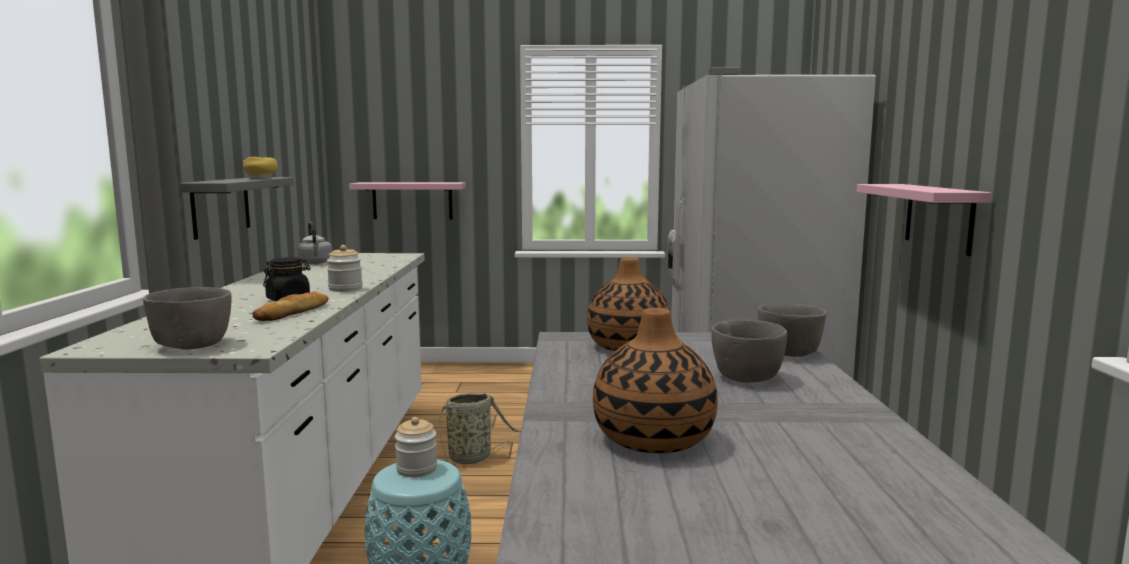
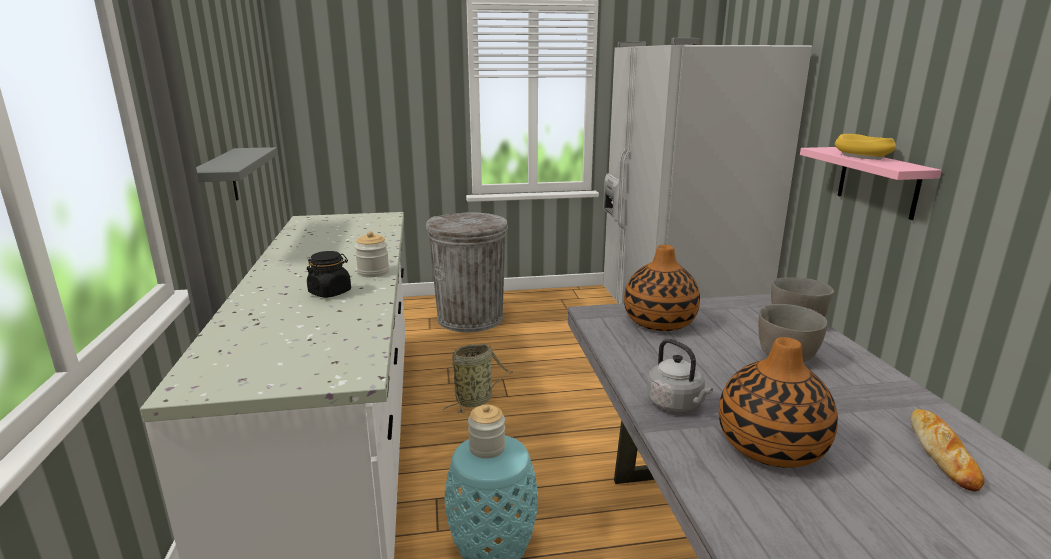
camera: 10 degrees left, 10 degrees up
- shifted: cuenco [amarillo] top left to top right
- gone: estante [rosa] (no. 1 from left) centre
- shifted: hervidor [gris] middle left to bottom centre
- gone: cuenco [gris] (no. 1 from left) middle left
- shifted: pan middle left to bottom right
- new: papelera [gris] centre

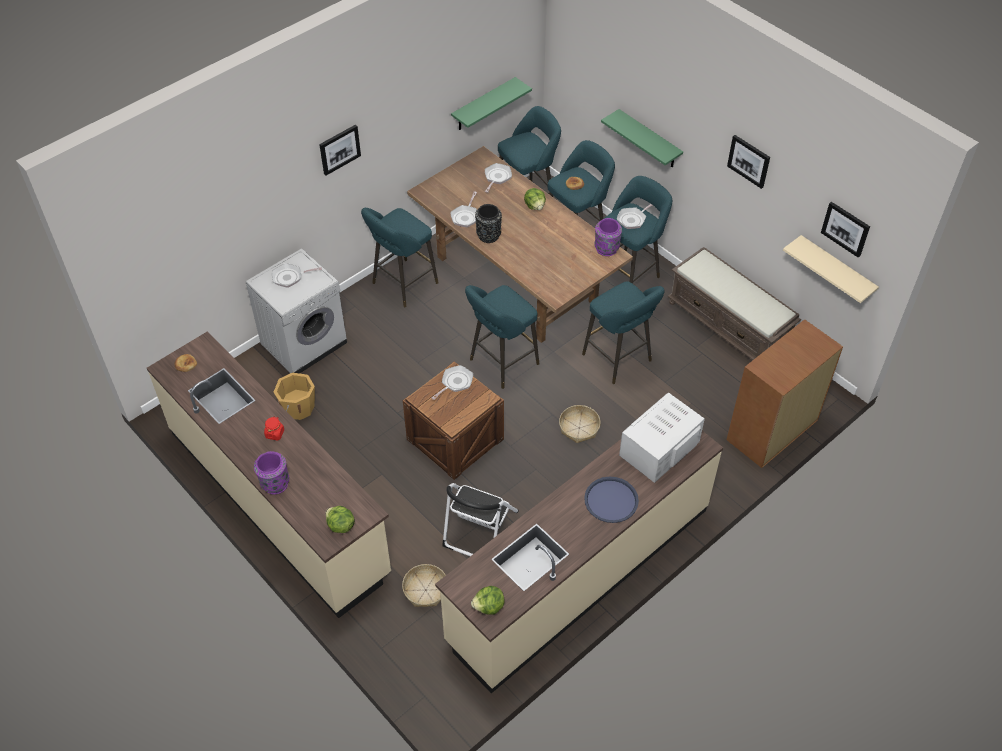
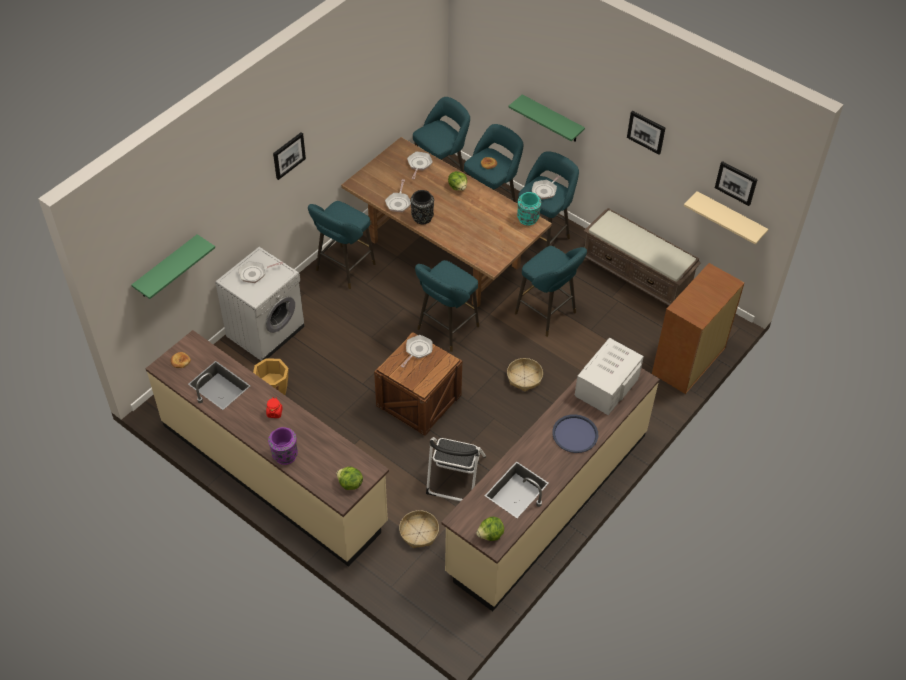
camera: 10 degrees left, 0 degrees up
- shifted: estante [verde] (no. 1 from left) top centre to middle left
- repainted: florero [morado] (no. 2 from left) top centre to florero [turquesa] top centre

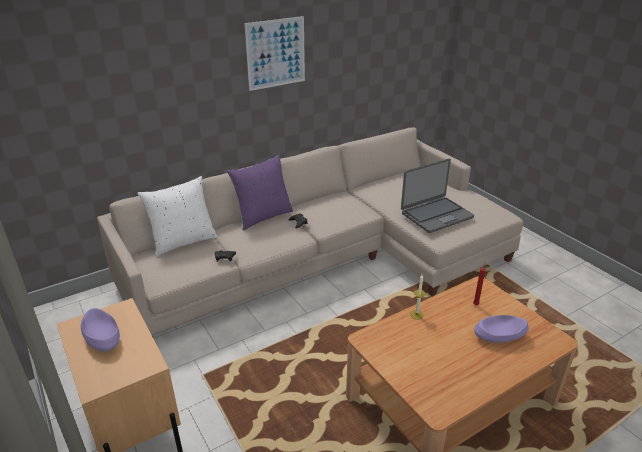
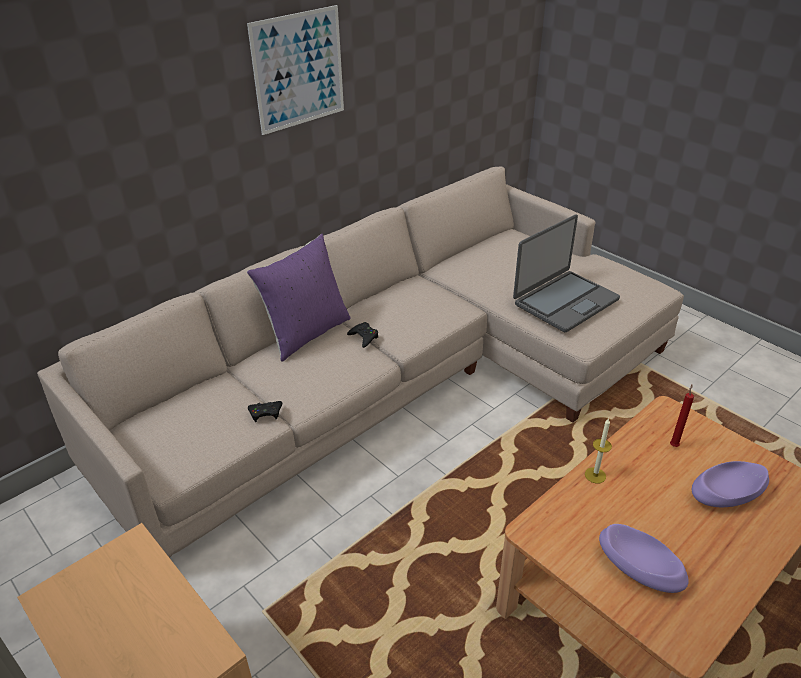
camera: 10 degrees left, 5 degrees up
- gone: cojín [blanco] middle left
- shifted: cuenco [morado] (no. 1 from left) bottom left to bottom right

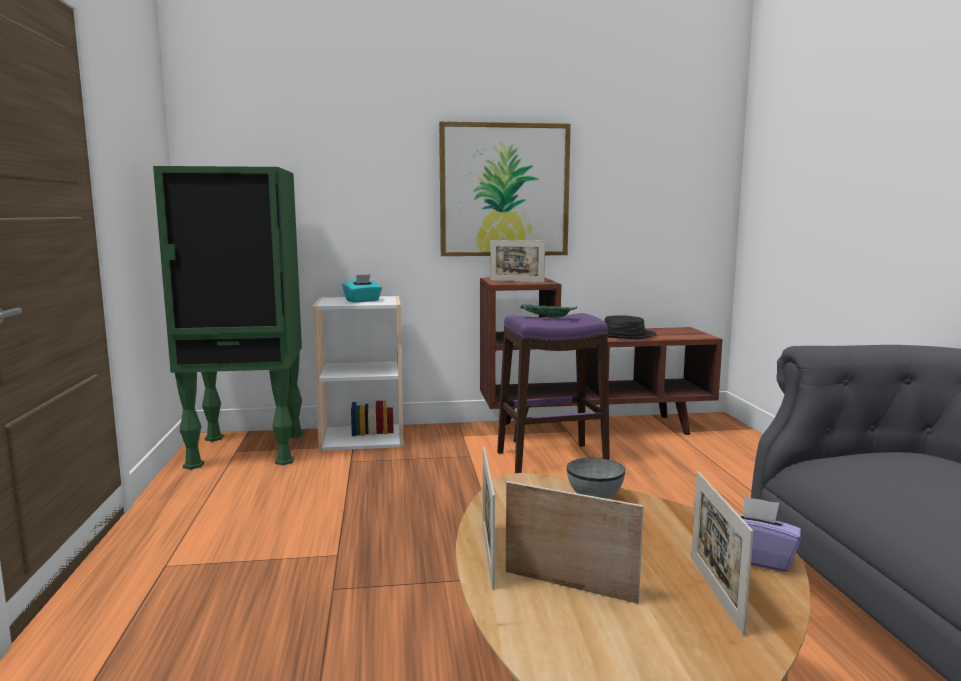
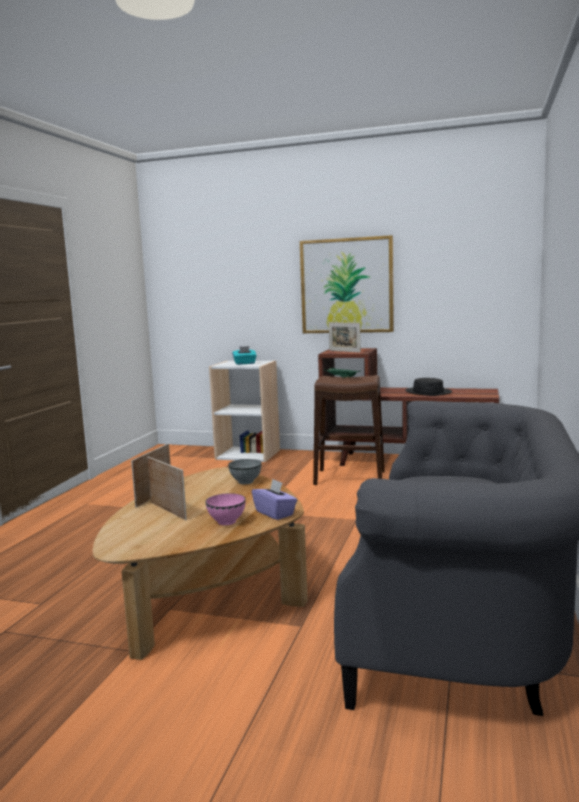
camera: 25 degrees right, 0 degrees up
- gone: armario [verde] middle left
- repainted: taburete [morado] centre to taburete [marrón] centre
- swapped: portarretratos (no. 4 from left) bottom right to cuenco [rosa] centre

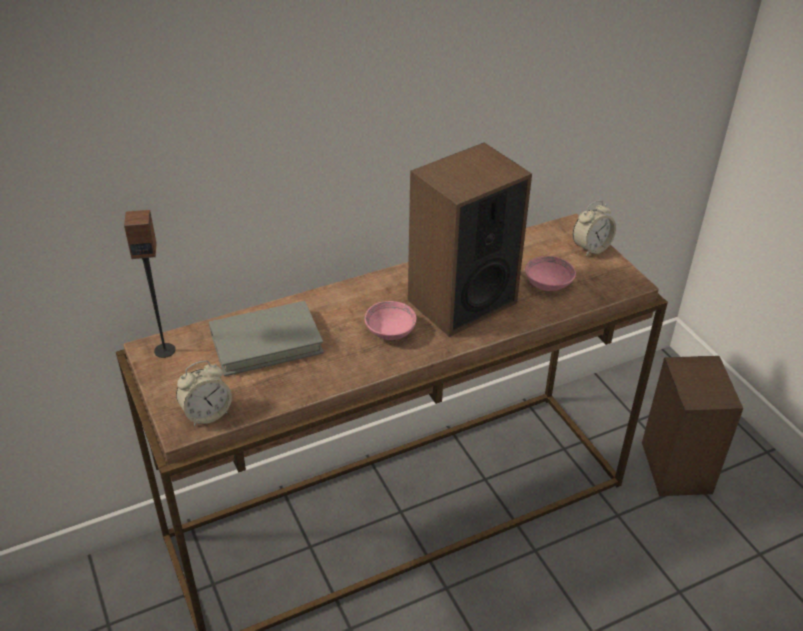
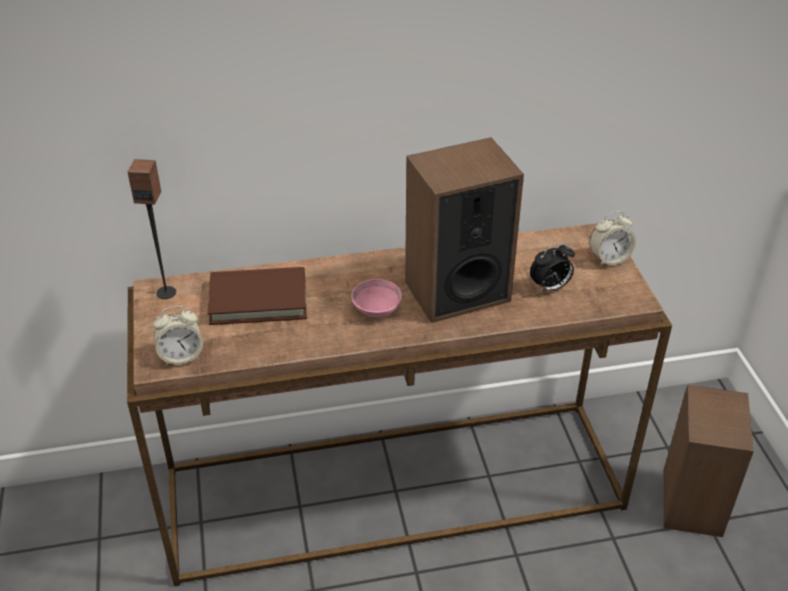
camera: 15 degrees right, 0 degrees up
- swapped: cuenco [rosa] (no. 2 from left) middle right to despertador (no. 2 from left) middle right
- repainted: libro [gris] middle left to libro [marrón] middle left

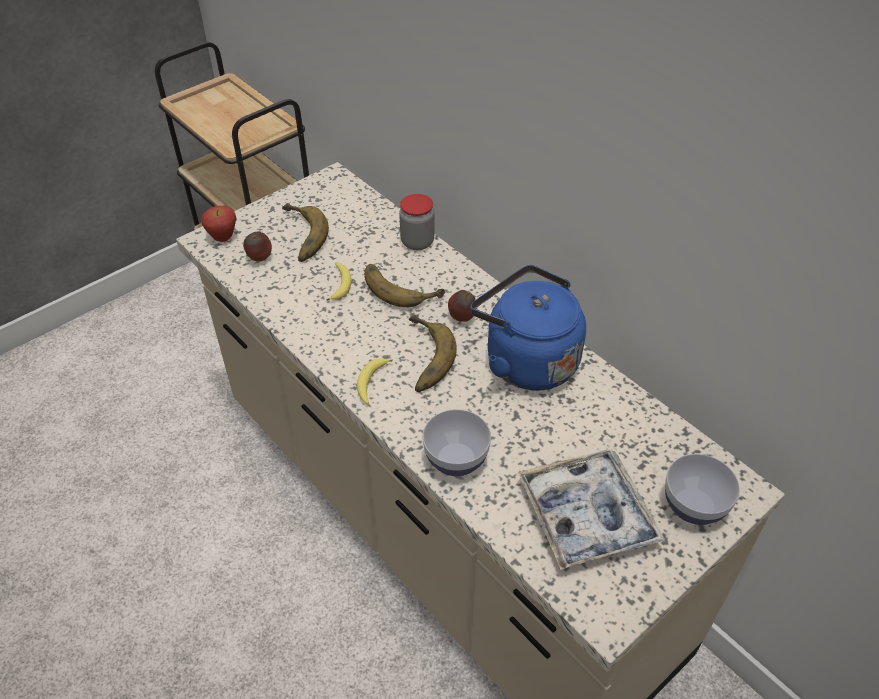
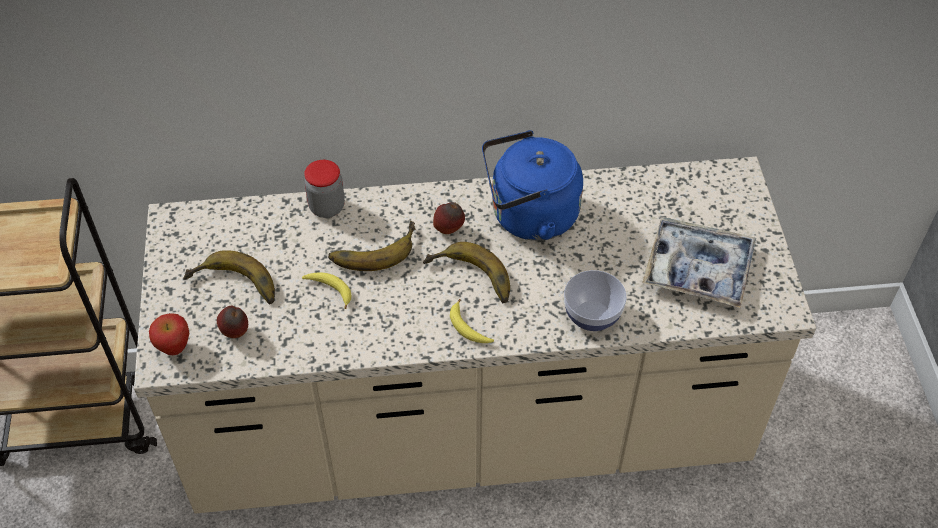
camera: 55 degrees left, 5 degrees up
- gone: cuenco (no. 2 from left) bottom right

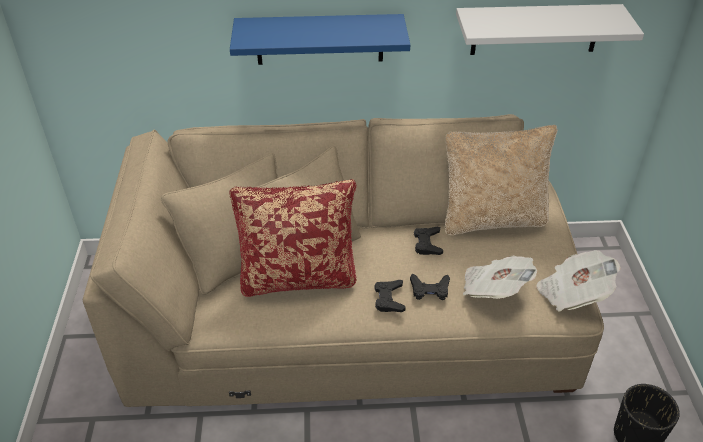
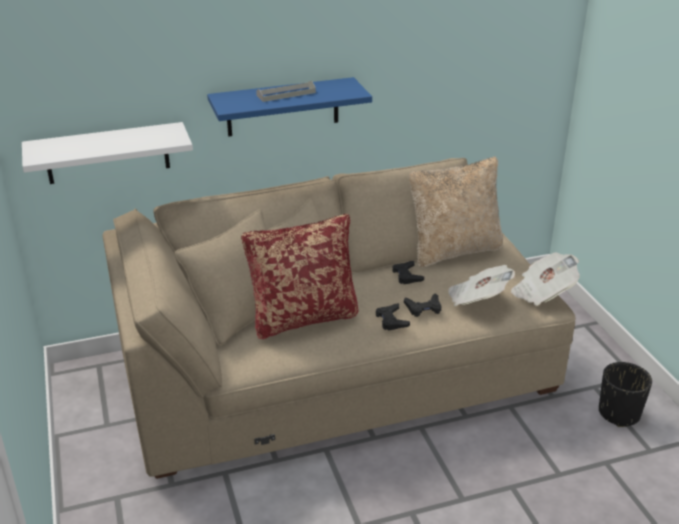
camera: 15 degrees left, 10 degrees down
- shifted: estante [blanco] top right to top left
- new: bandeja [gris] top centre

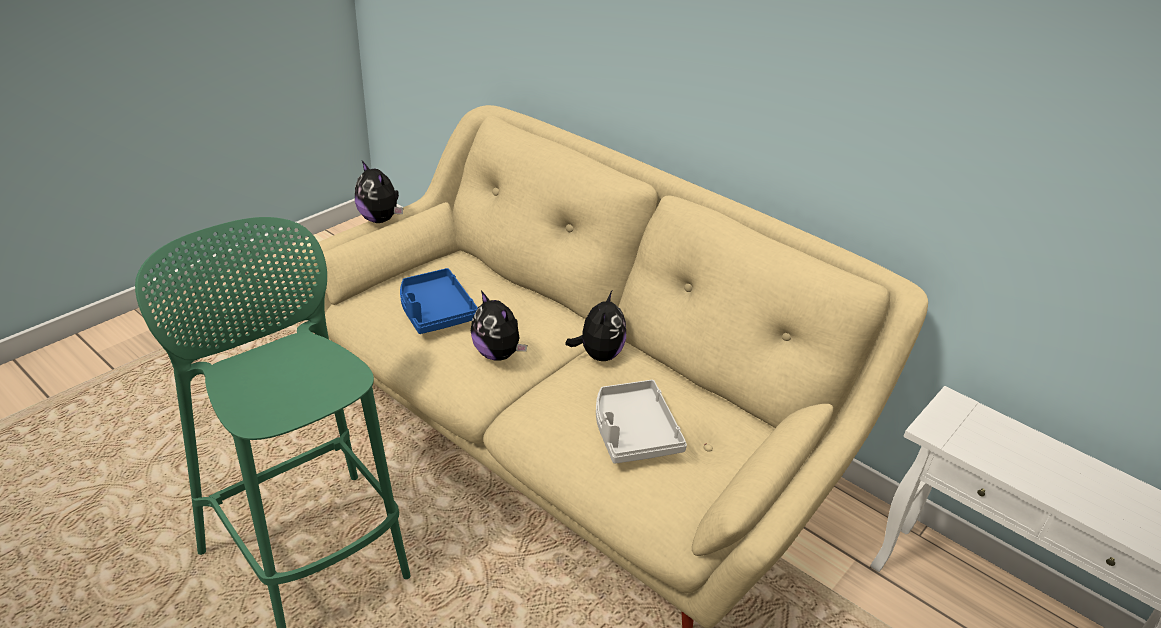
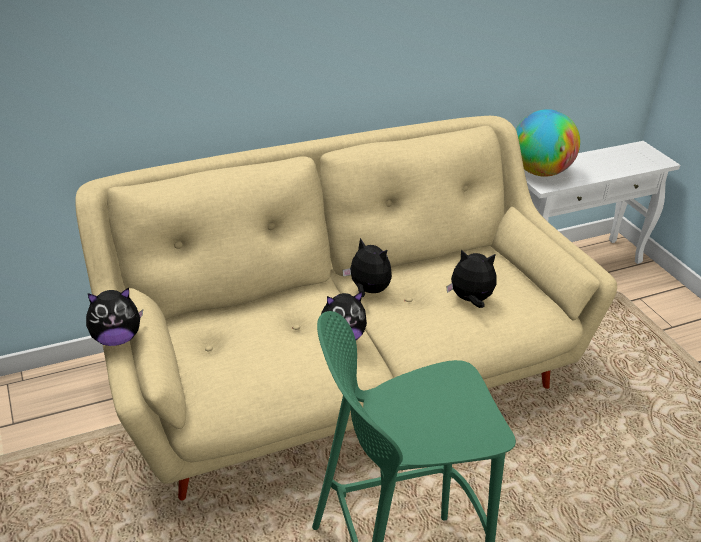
camera: 65 degrees left, 0 degrees up
- gone: bandeja [azul] centre
- swapped: bandeja [gris] bottom centre to peluche (no. 4 from left) middle right
- new: globo terráqueo top right

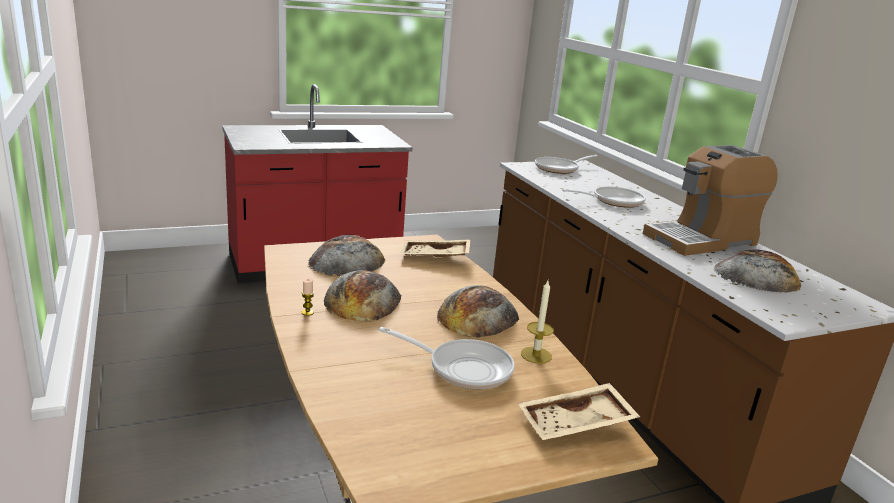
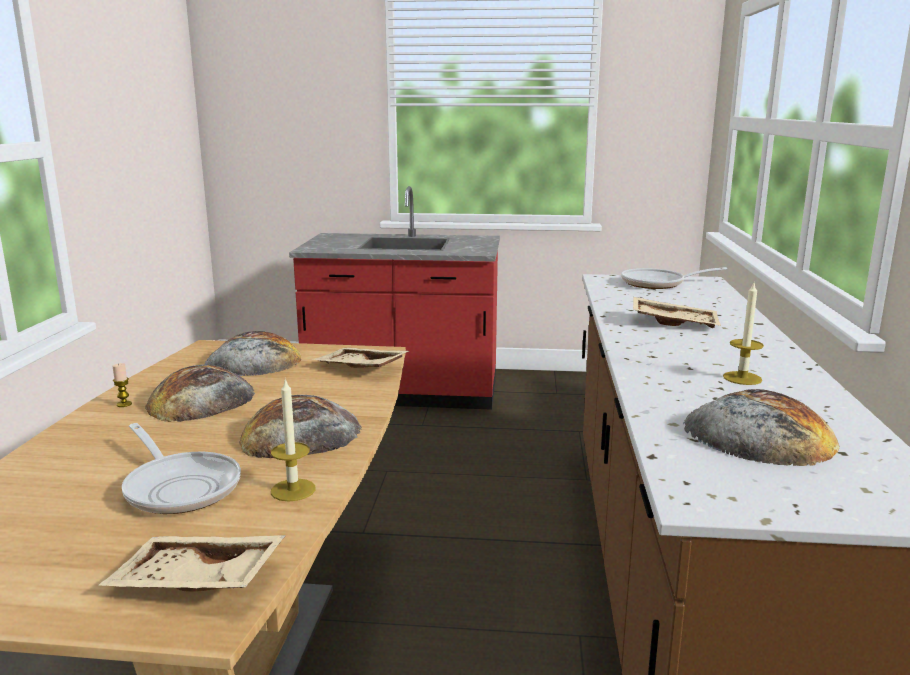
camera: 30 degrees right, 5 degrees down
- swapped: cafetera middle right to vela (no. 3 from left) middle right
- swapped: sartén (no. 3 from left) middle right to bandeja [beis] (no. 3 from left) middle right

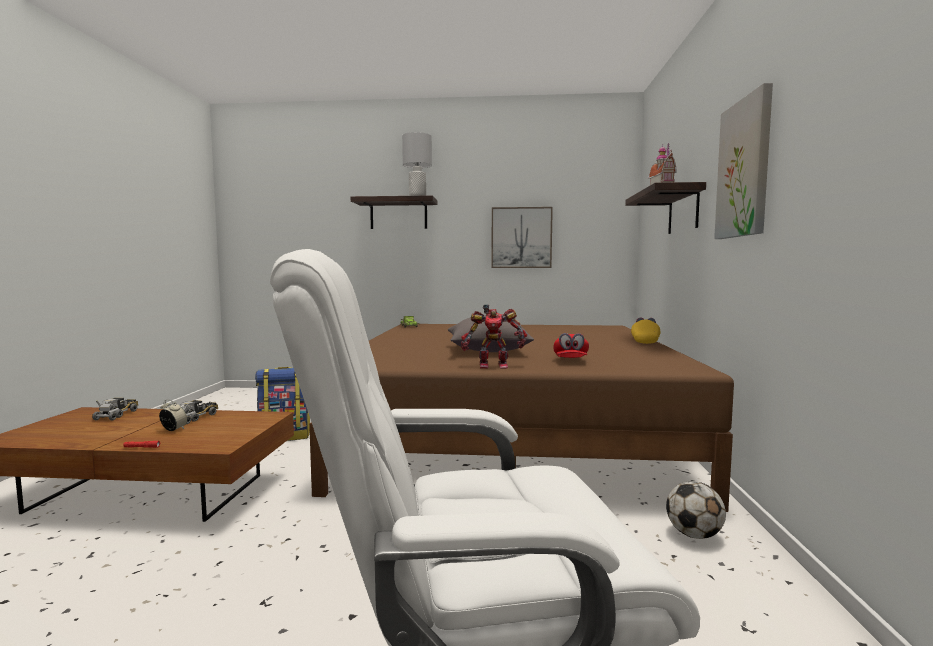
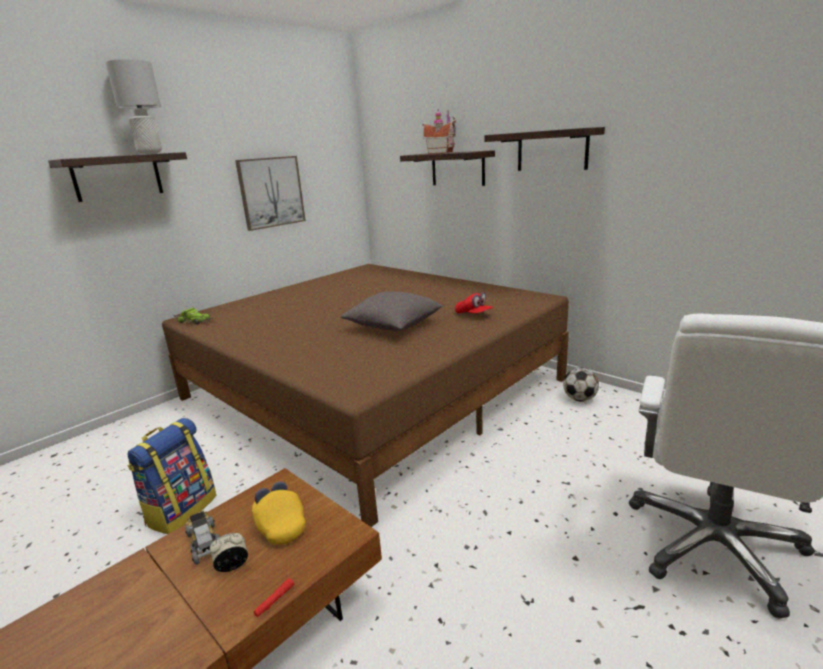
camera: 50 degrees left, 15 degrees up
- swapped: cuadro (no. 2 from left) top right to estante (no. 3 from left) top centre
- gone: robot de juguete centre
- shifted: gorra [amarillo] middle right to bottom centre
- gone: camión de juguete (no. 1 from left) middle left

